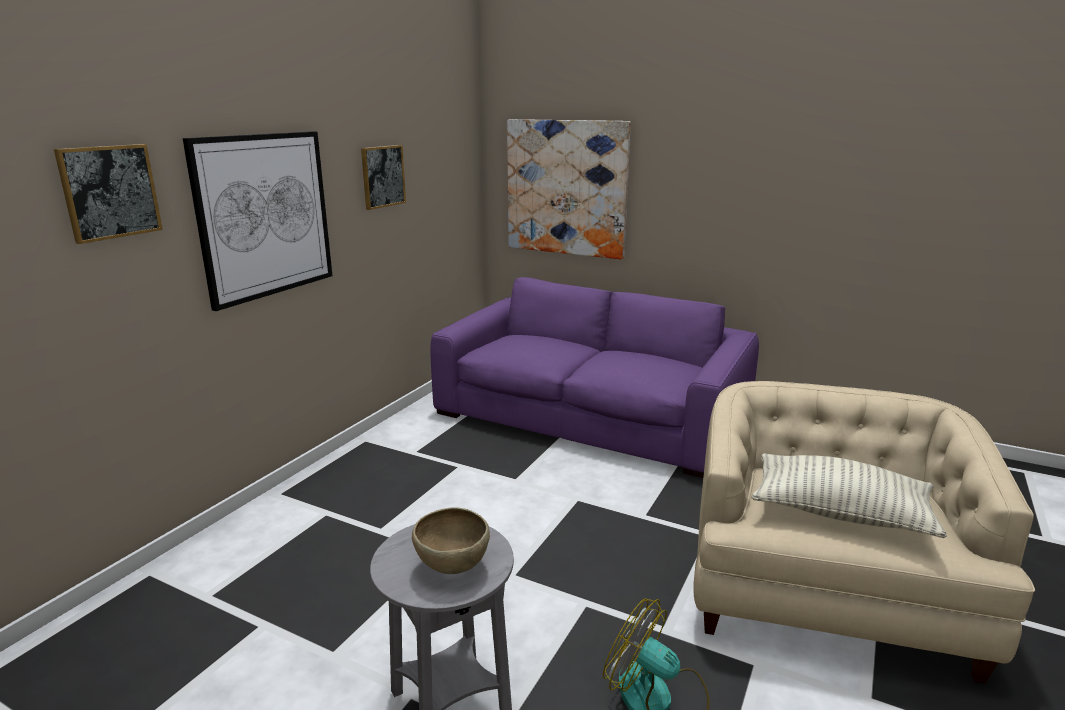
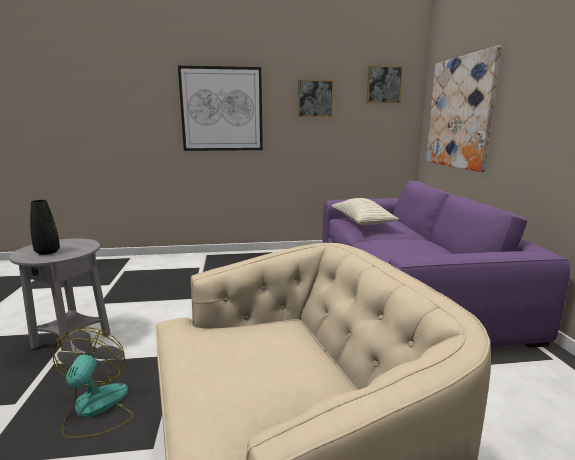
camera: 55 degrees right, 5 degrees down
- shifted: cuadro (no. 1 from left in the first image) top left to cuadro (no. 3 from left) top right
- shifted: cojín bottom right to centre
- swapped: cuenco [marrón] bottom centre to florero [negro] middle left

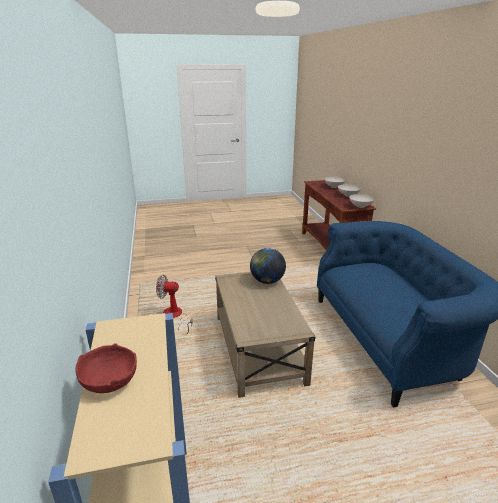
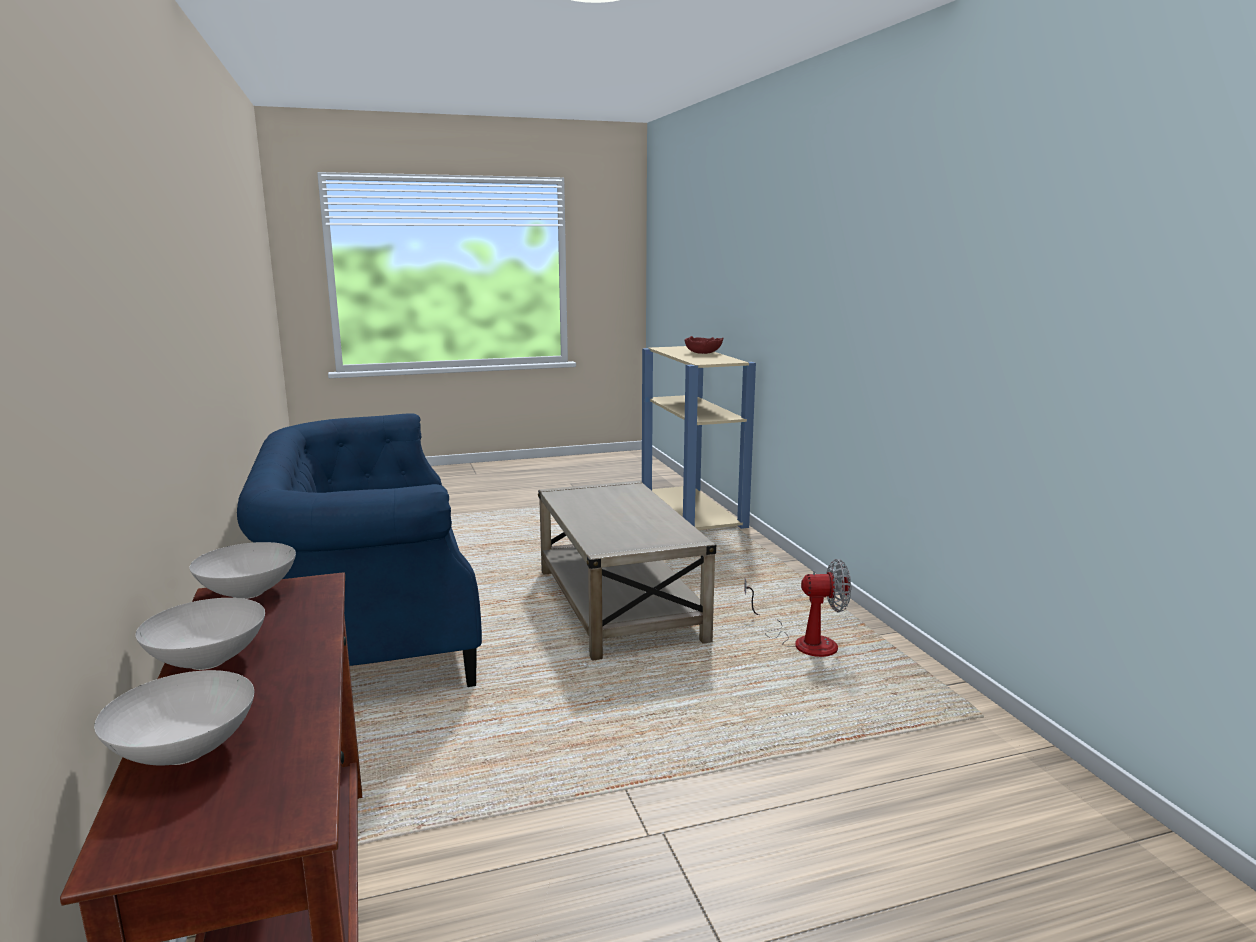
camera: 175 degrees right, 10 degrees down
- gone: globo terráqueo centre

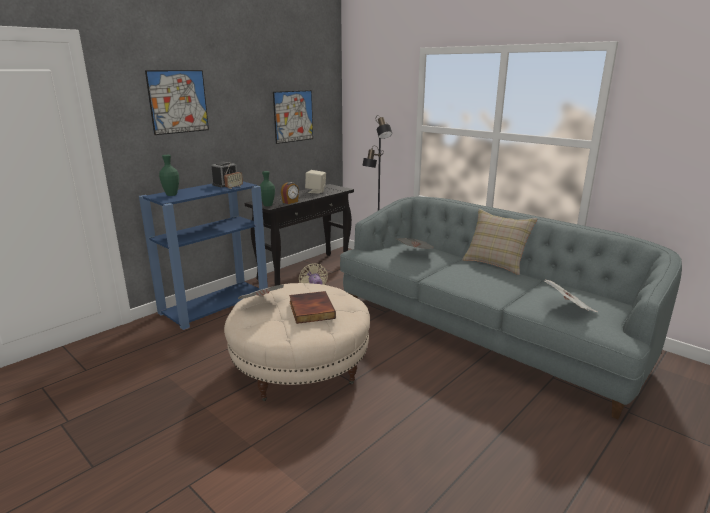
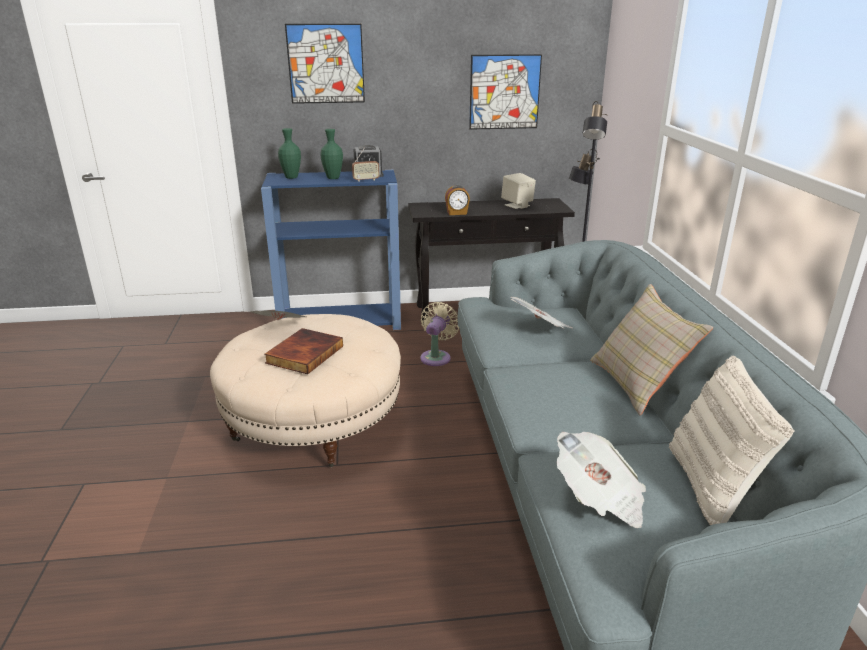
camera: 40 degrees right, 5 degrees up
- shifted: florero [verde] (no. 2 from left) centre to top centre
- new: cojín [beis] (no. 2 from left) bottom right

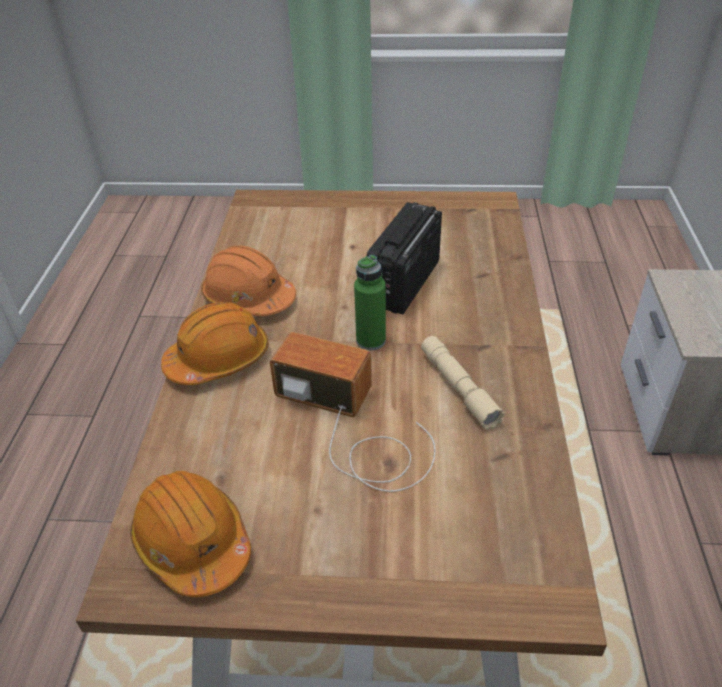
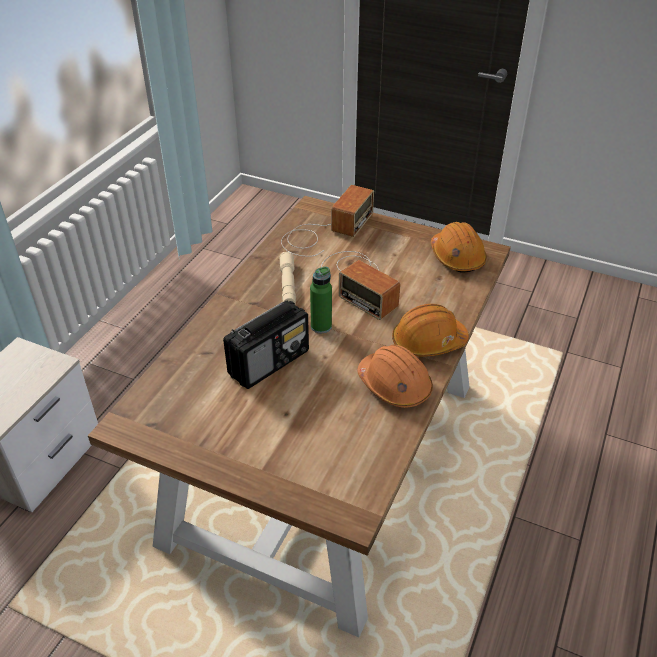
camera: 160 degrees left, 0 degrees up
- new: radio (no. 2 from left) centre

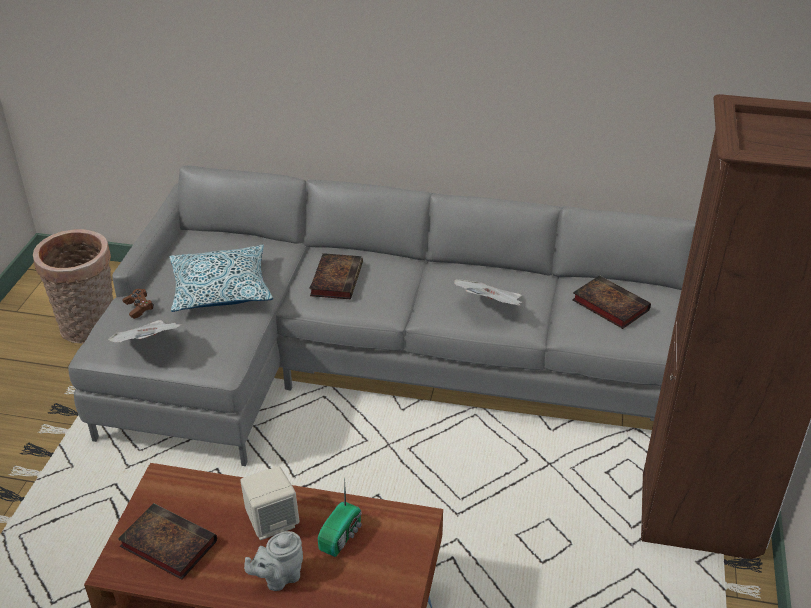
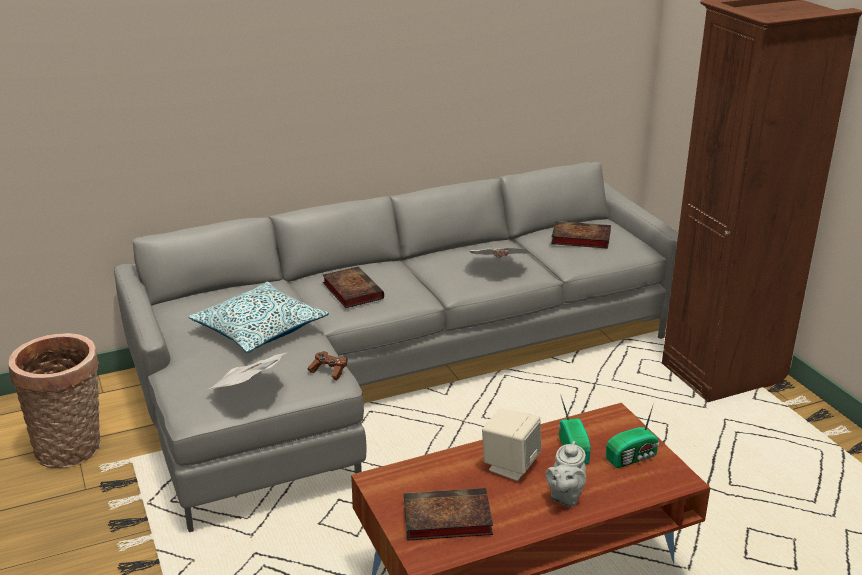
camera: 35 degrees left, 10 degrees down
- shifted: mando de consola [marrón] middle left to centre
- new: radio (no. 2 from left) bottom right

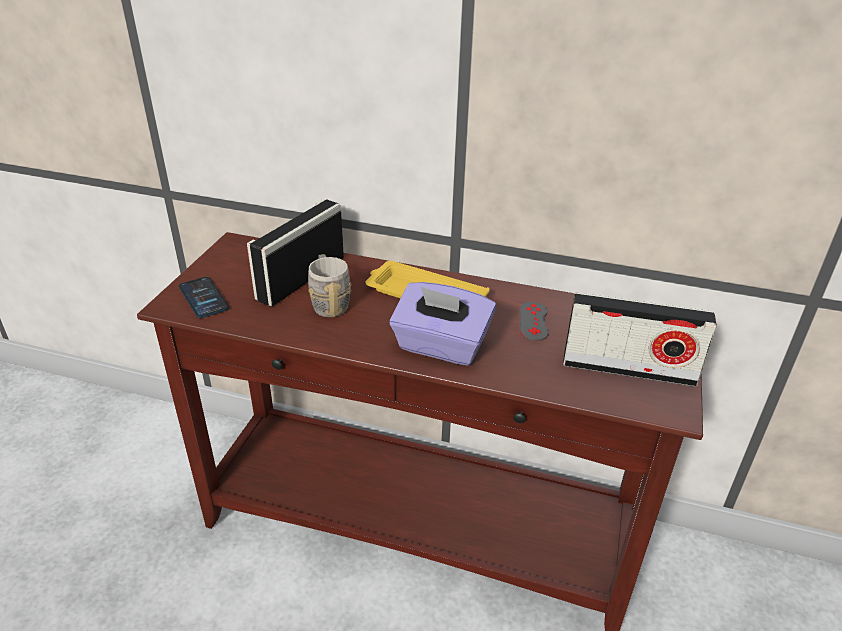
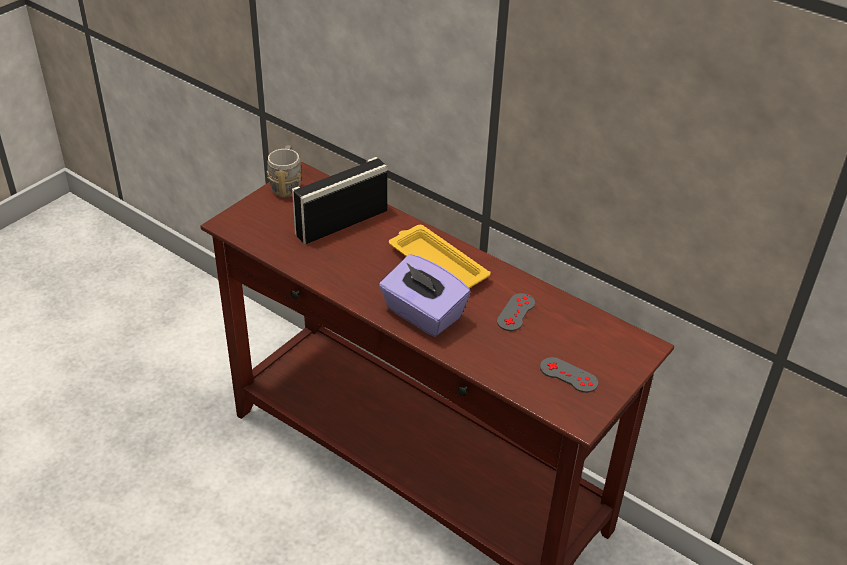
camera: 20 degrees right, 5 degrees up
- shifted: taza grande [gris] centre to top centre
- gone: móvil middle left
- swapped: radio (no. 2 from left) middle right to mando de consola [gris] (no. 2 from left) middle right

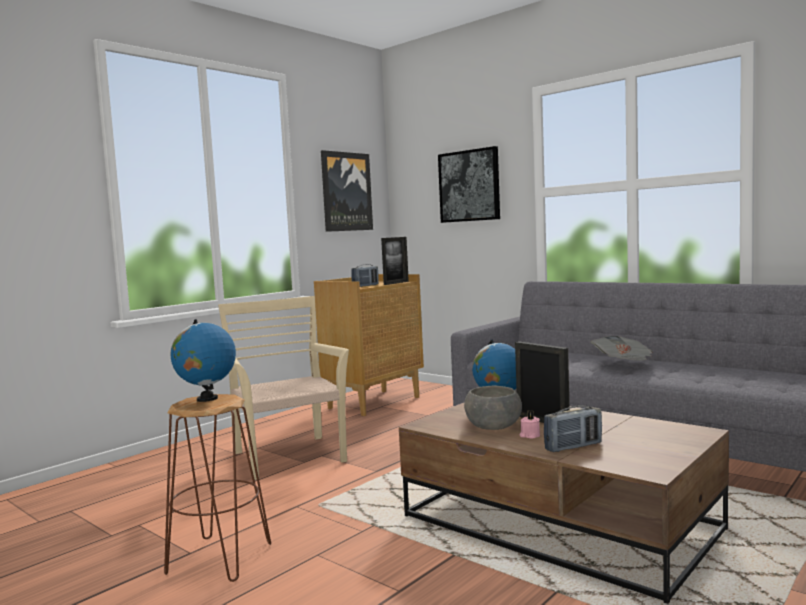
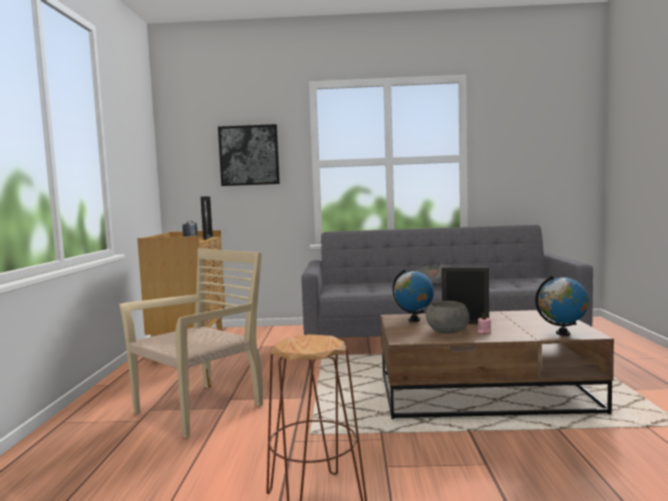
camera: 40 degrees left, 0 degrees up
- gone: cuadro (no. 1 from left) top centre
- rotated: sillón [beis] centre = bottom left 105 degrees clockwise
- shifted: globo terráqueo (no. 1 from left in the first image) middle left to globo terráqueo (no. 2 from left) middle right
- gone: radio (no. 2 from left) bottom right

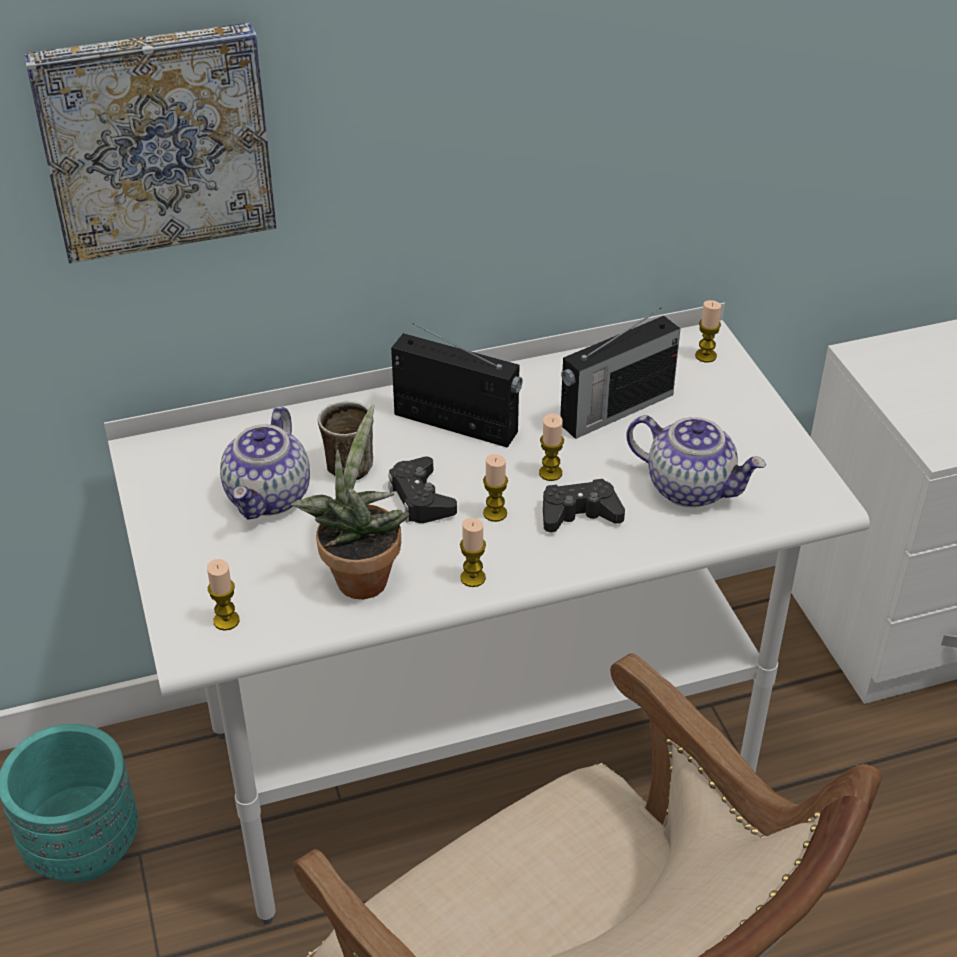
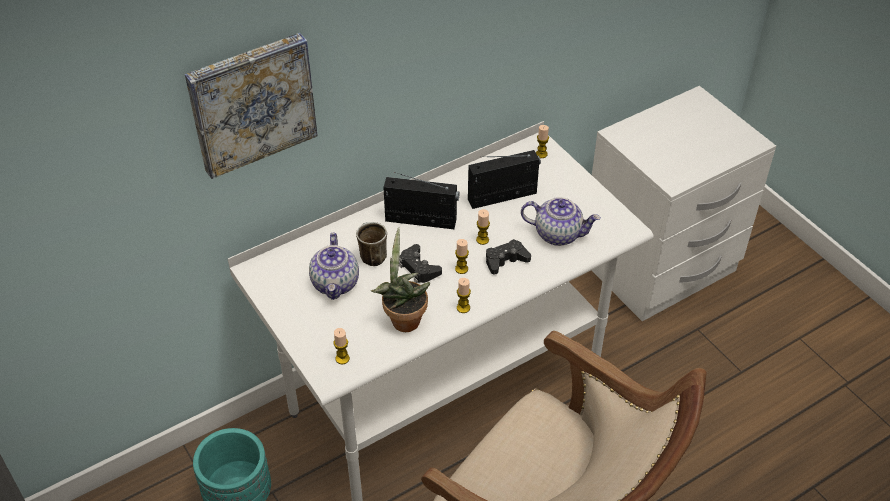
camera: 15 degrees left, 5 degrees up
- rotated: radio (no. 2 from left) centre = centre 150 degrees counterclockwise

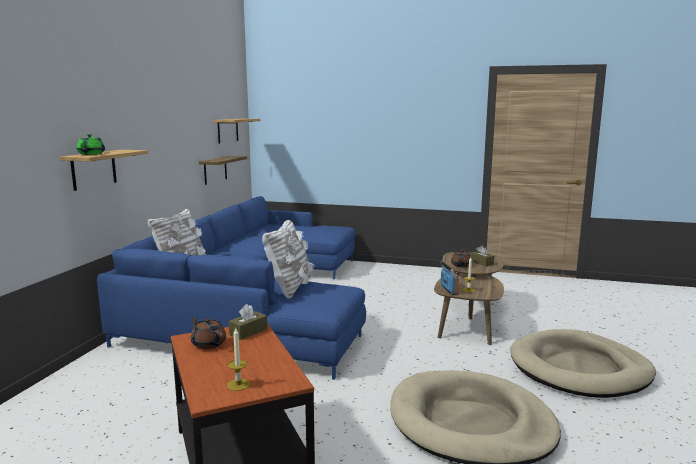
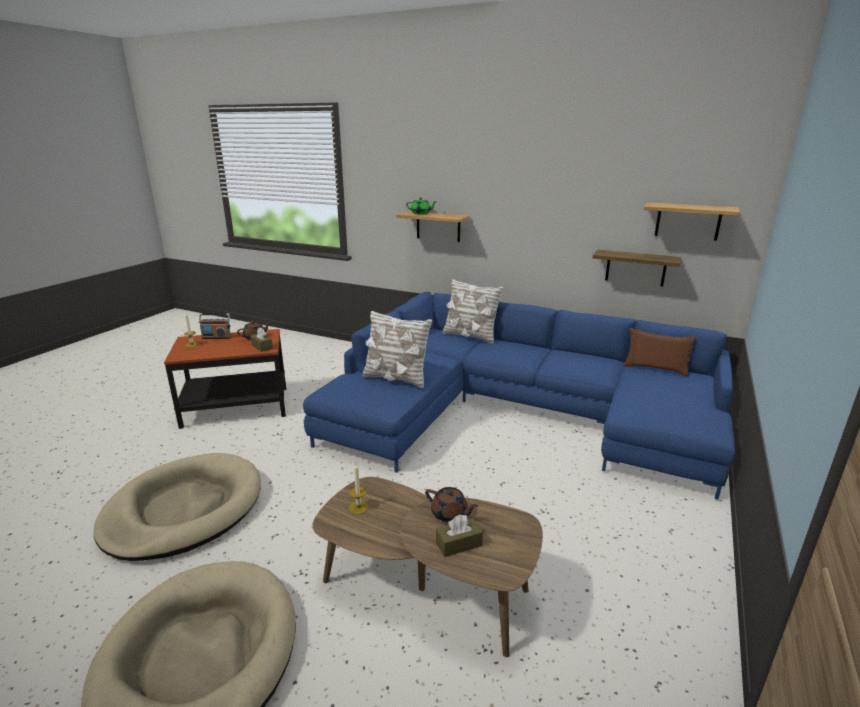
camera: 100 degrees right, 10 degrees up
- shifted: radio centre to middle left
- new: cojín [marrón] middle right

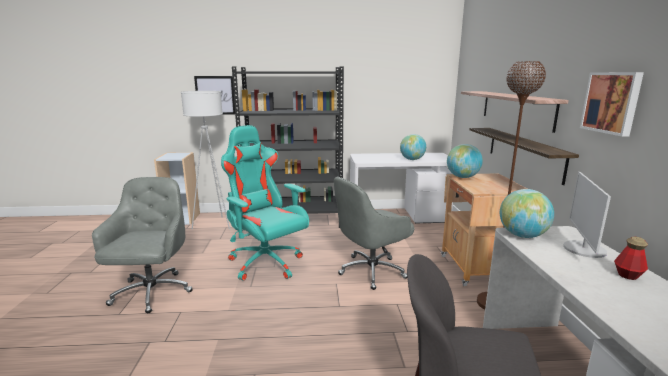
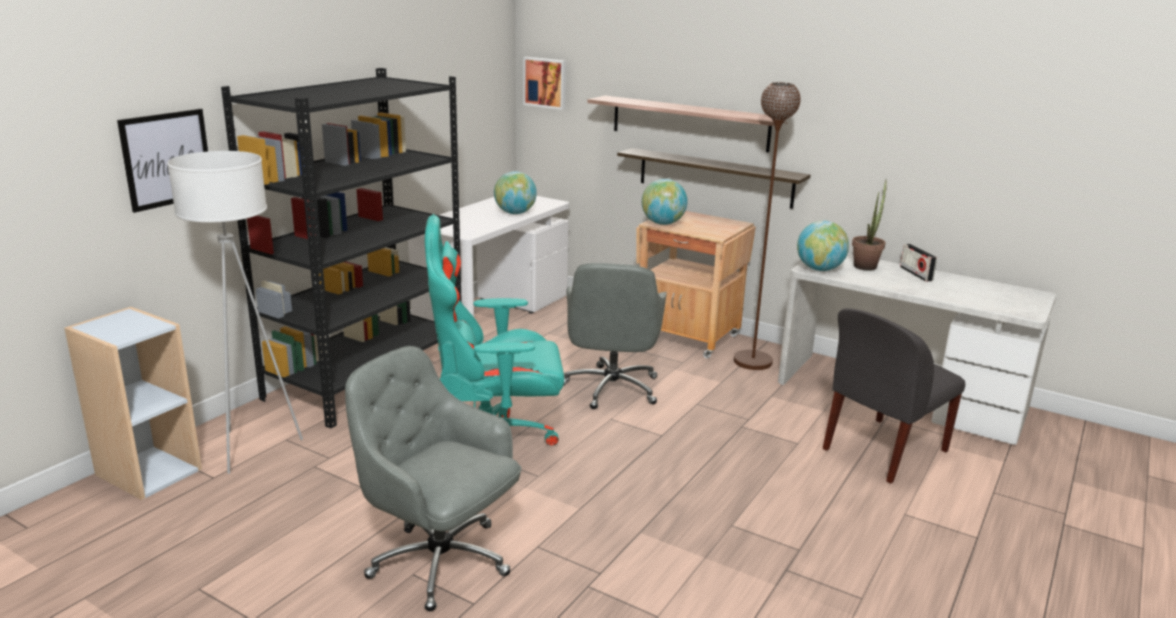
camera: 55 degrees left, 5 degrees up
- shifted: cuadro (no. 2 from left) top right to top centre
- swapped: monitor middle right to planta en maceta middle right
- swapped: botella bottom right to radio middle right

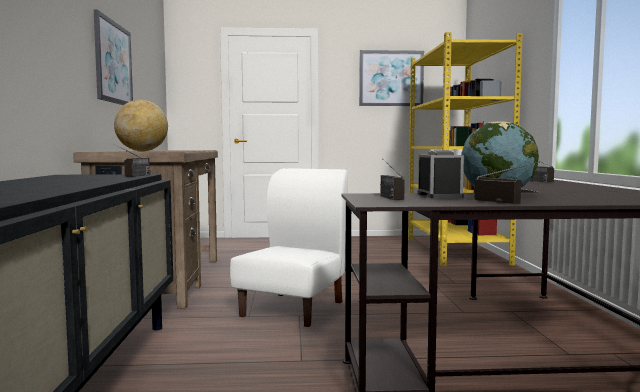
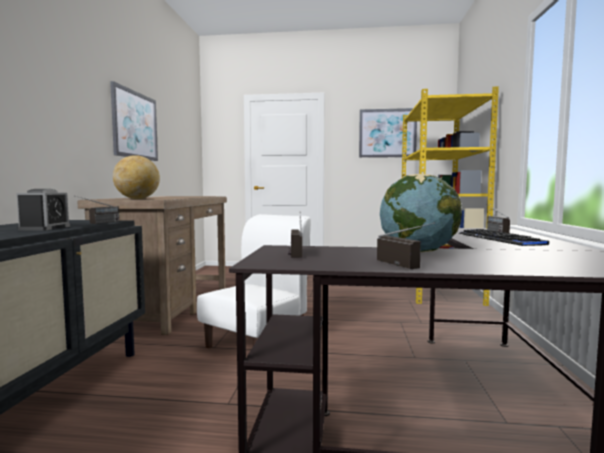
camera: 10 degrees right, 0 degrees up
- shifted: despertador middle right to middle left
- new: teclado middle right

